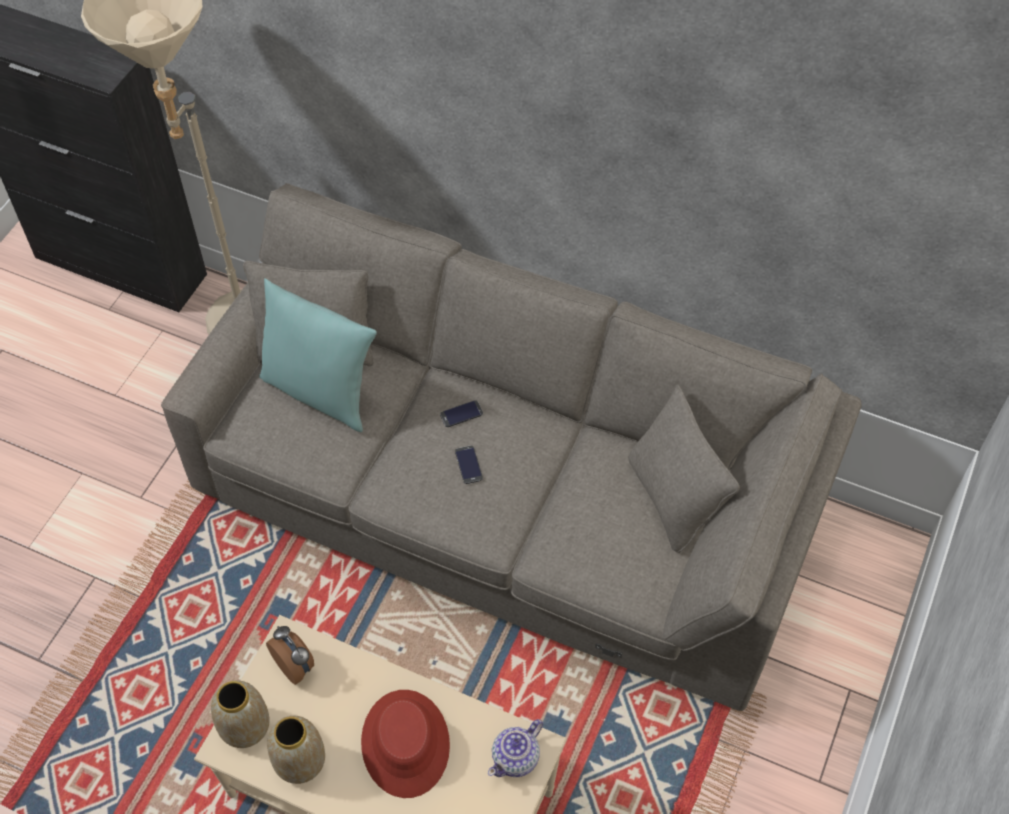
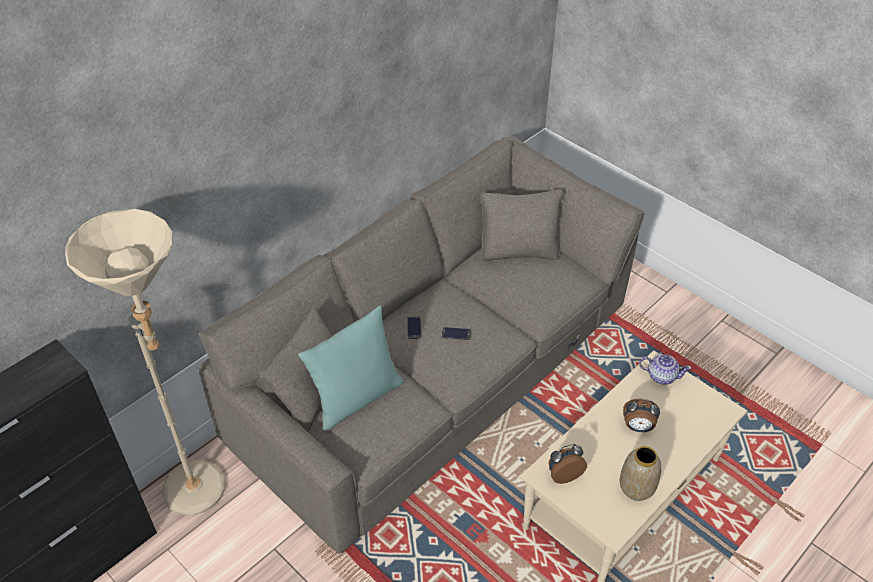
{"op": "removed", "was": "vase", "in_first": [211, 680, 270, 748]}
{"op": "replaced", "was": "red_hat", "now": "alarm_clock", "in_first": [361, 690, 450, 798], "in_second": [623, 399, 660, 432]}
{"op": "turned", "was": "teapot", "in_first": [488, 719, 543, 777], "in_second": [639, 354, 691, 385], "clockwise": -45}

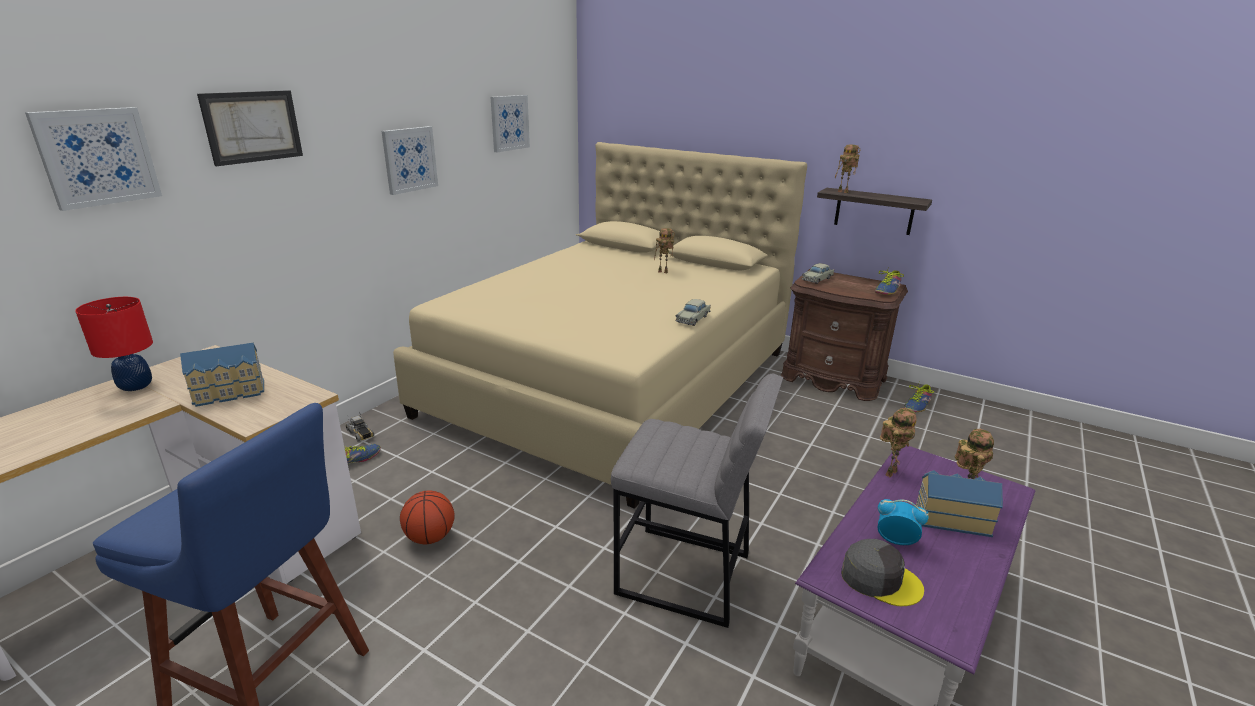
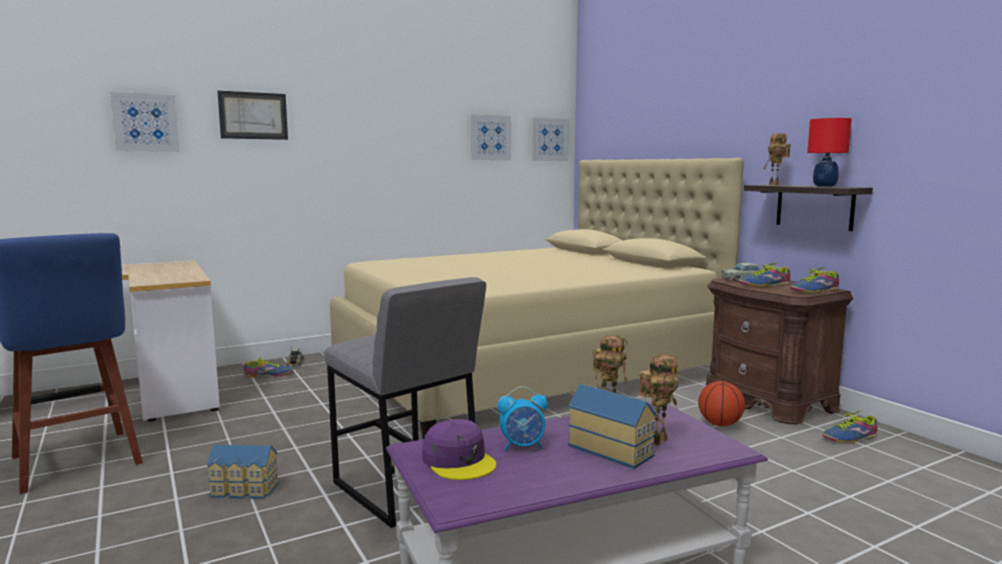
{"op": "removed", "was": "toy_robot", "in_first": [654, 228, 675, 273]}
{"op": "removed", "was": "beige_toy_car", "in_first": [676, 299, 711, 326]}
{"op": "added", "now": "shoe", "in_second": [738, 263, 790, 287]}
{"op": "moved", "was": "red_table_lamp", "in_first": [75, 297, 153, 391], "in_second": [807, 118, 852, 187]}
{"op": "moved", "was": "toy_house", "in_first": [180, 343, 264, 407], "in_second": [207, 445, 279, 499]}
{"op": "moved", "was": "picture", "in_first": [381, 126, 438, 195], "in_second": [532, 118, 569, 161]}
{"op": "moved", "was": "basketball", "in_first": [400, 490, 455, 544], "in_second": [698, 381, 745, 426]}
{"op": "recoloured", "was": "grey_cap", "now": "purple_cap", "in_first": [841, 539, 924, 606], "in_second": [422, 419, 496, 480]}
{"op": "turned", "was": "alarm_clock", "in_first": [878, 499, 928, 545], "in_second": [497, 386, 548, 451], "clockwise": 120}

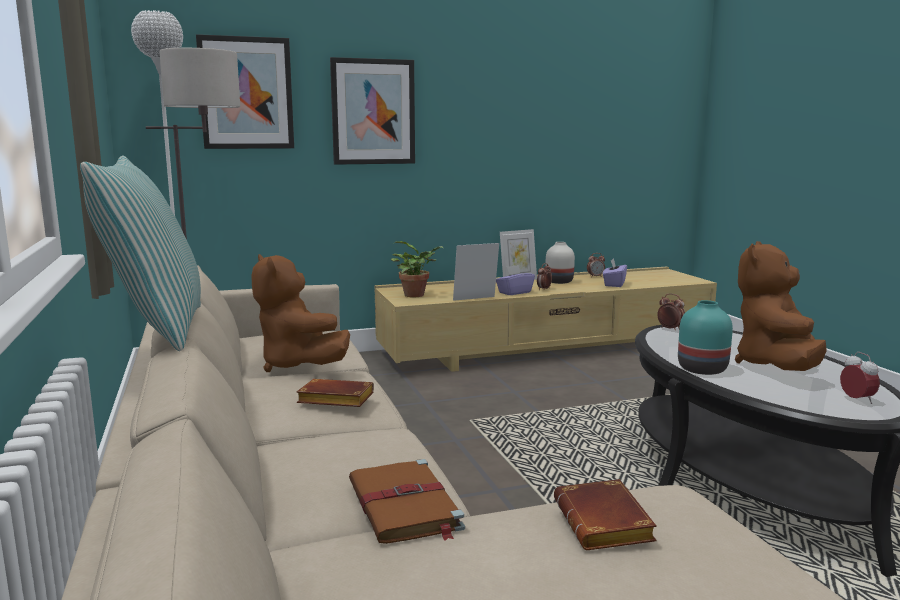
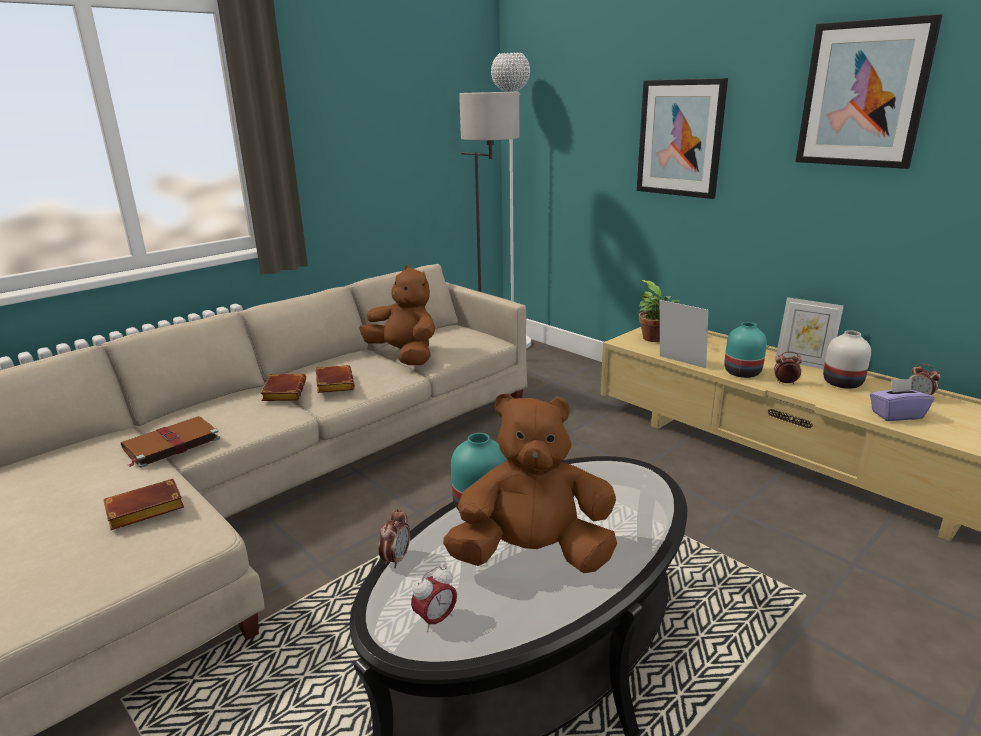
{"op": "removed", "was": "pillow", "in_first": [80, 155, 201, 351]}
{"op": "added", "now": "brown_book", "in_second": [261, 374, 306, 401]}
{"op": "moved", "was": "picture", "in_first": [196, 34, 294, 149], "in_second": [796, 14, 943, 169]}
{"op": "moved", "was": "alarm_clock", "in_first": [657, 294, 685, 331], "in_second": [378, 509, 410, 568]}
{"op": "replaced", "was": "purple_tissue_box", "now": "turquoise_vase", "in_first": [496, 265, 535, 295], "in_second": [724, 322, 767, 378]}
{"op": "turned", "was": "brown_plush_toy", "in_first": [251, 254, 350, 372], "in_second": [359, 265, 435, 365], "clockwise": 105}

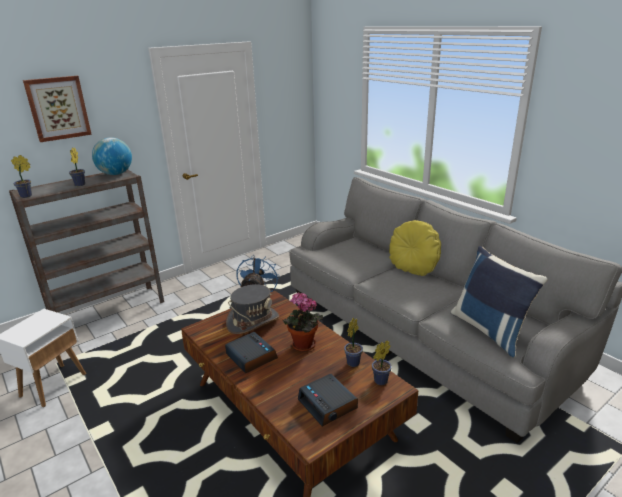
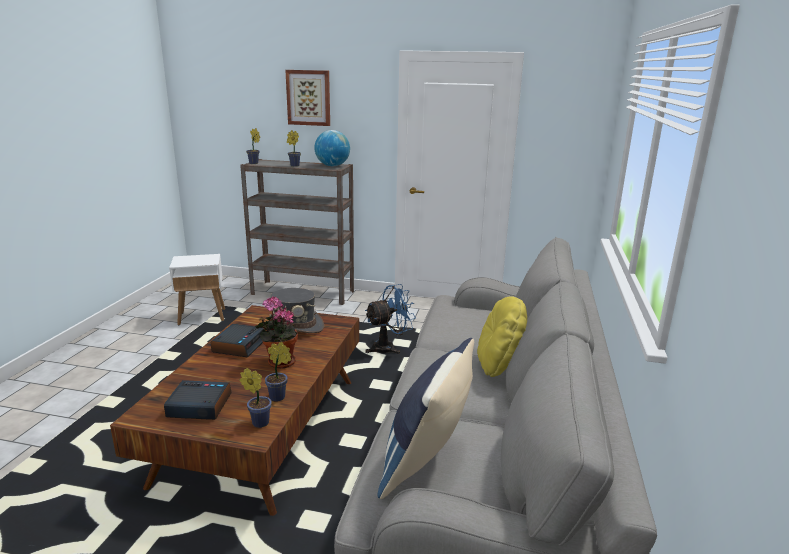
{"op": "turned", "was": "alarm_clock", "in_first": [298, 374, 358, 427], "in_second": [164, 380, 232, 420], "clockwise": 75}

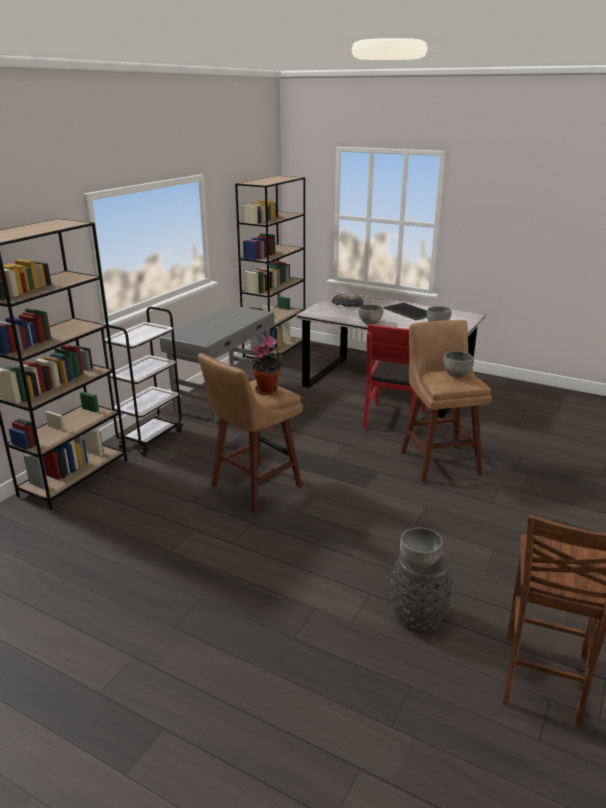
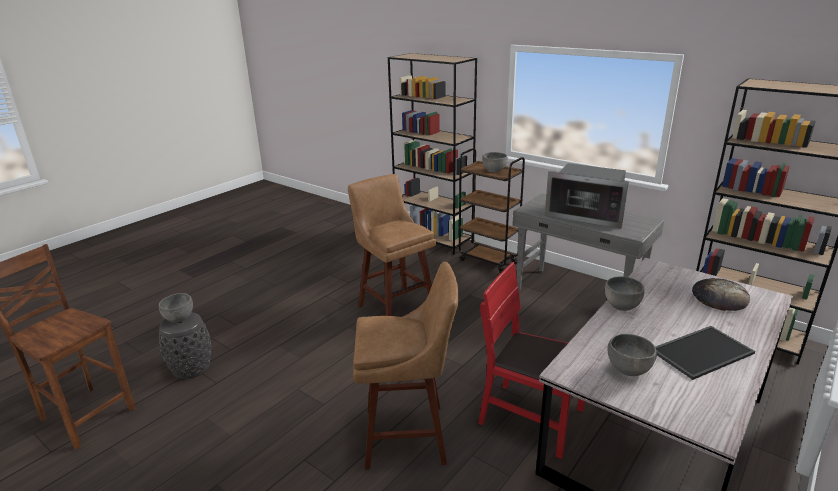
{"op": "removed", "was": "potted_plant", "in_first": [252, 336, 284, 395]}
{"op": "added", "now": "microwave", "in_second": [545, 163, 629, 229]}
{"op": "moved", "was": "grey_bowl", "in_first": [443, 351, 474, 378], "in_second": [482, 152, 508, 173]}
{"op": "recoloured", "was": "white_cart", "now": "brown_cart", "in_first": [101, 307, 184, 456], "in_second": [459, 148, 525, 274]}

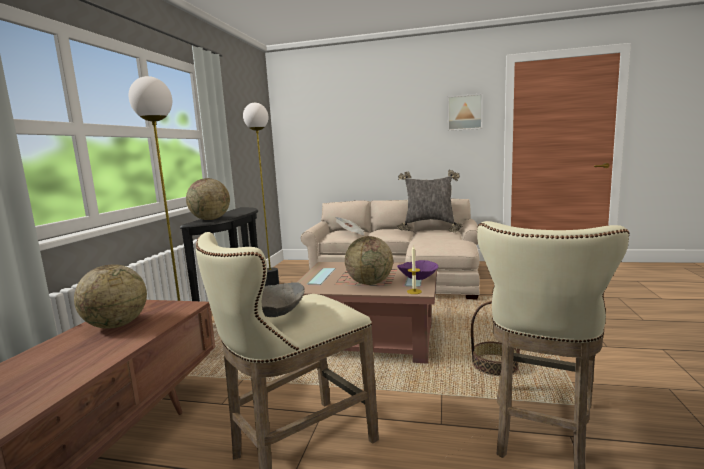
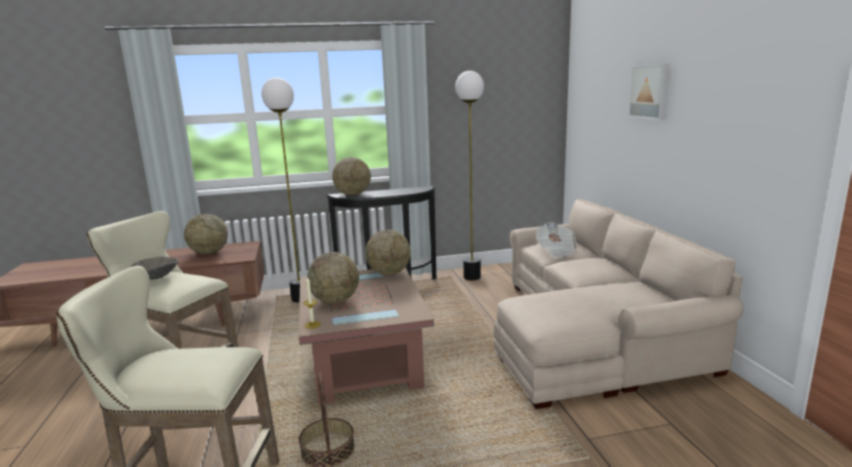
{"op": "removed", "was": "pillow", "in_first": [397, 169, 462, 232]}
{"op": "removed", "was": "purple_bowl", "in_first": [397, 260, 438, 280]}
{"op": "added", "now": "globe", "in_second": [365, 230, 411, 275]}
{"op": "moved", "was": "picture", "in_first": [447, 93, 483, 131], "in_second": [628, 64, 670, 120]}

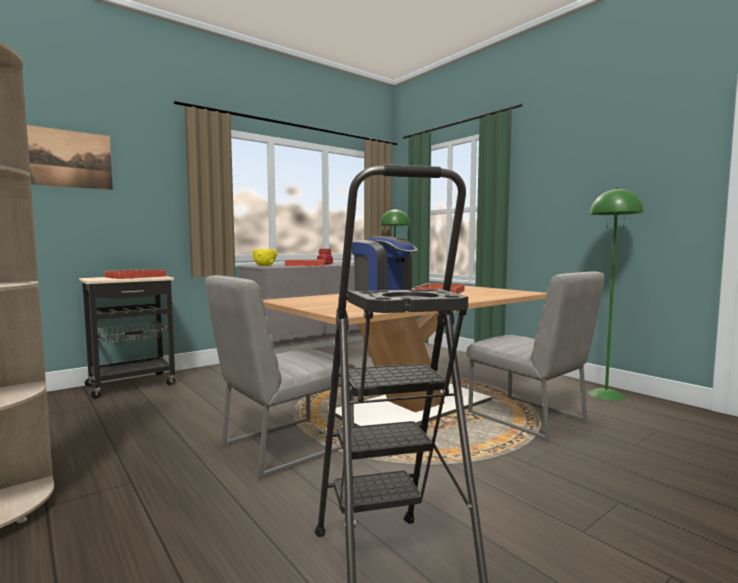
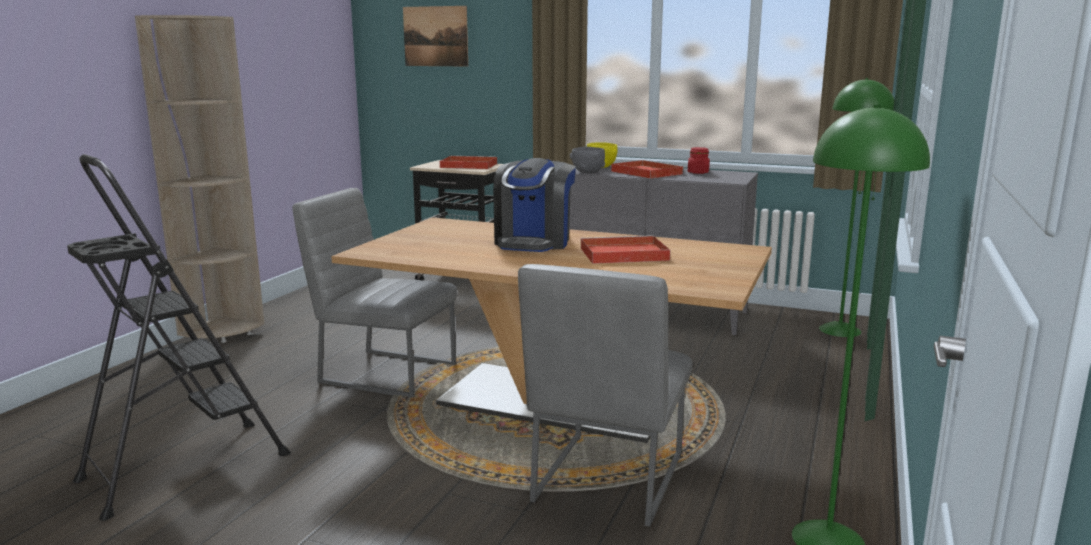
{"op": "added", "now": "grey_bowl", "in_second": [570, 147, 605, 173]}

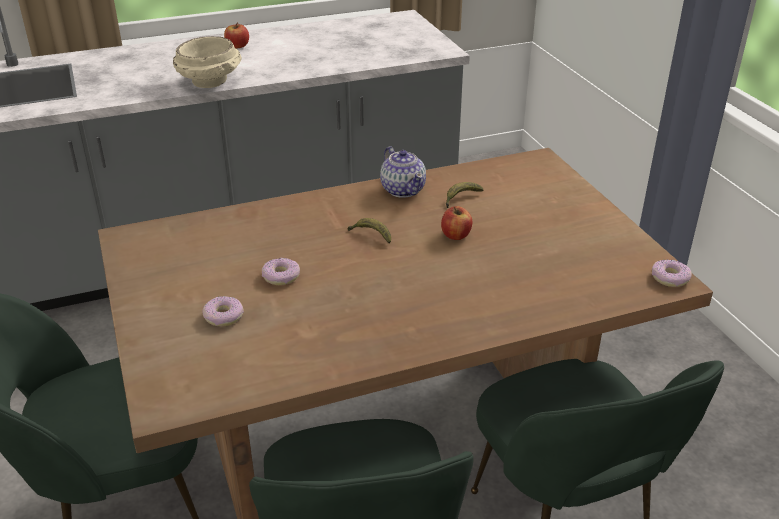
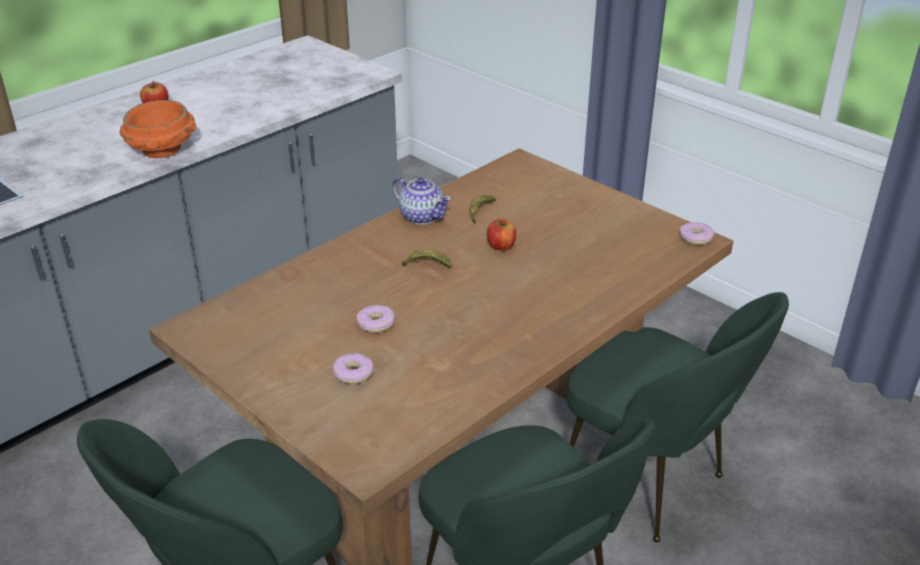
{"op": "recoloured", "was": "beige_bowl", "now": "orange_bowl", "in_first": [173, 36, 242, 88], "in_second": [119, 100, 196, 158]}

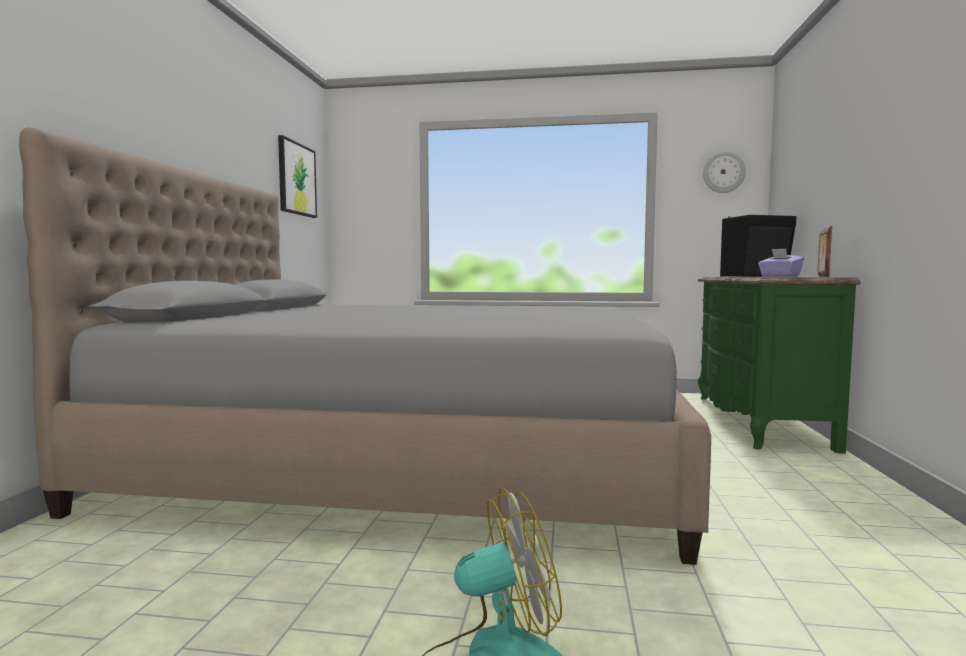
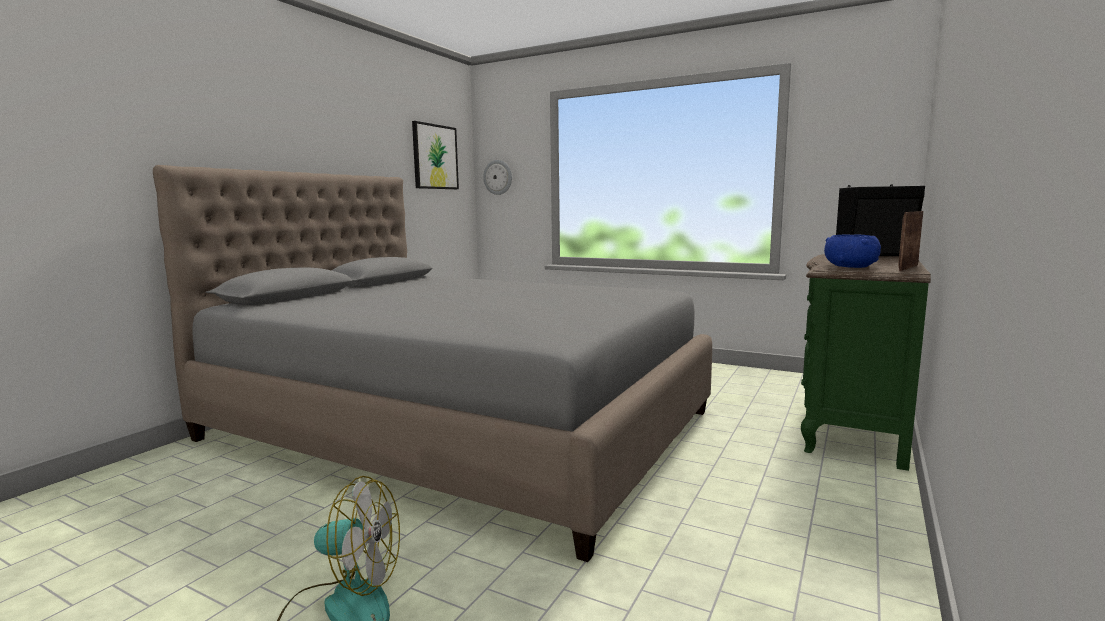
{"op": "moved", "was": "wall_clock", "in_first": [703, 152, 746, 193], "in_second": [483, 160, 512, 195]}
{"op": "replaced", "was": "purple_tissue_box", "now": "blue_bowl", "in_first": [758, 248, 804, 277], "in_second": [824, 235, 881, 268]}

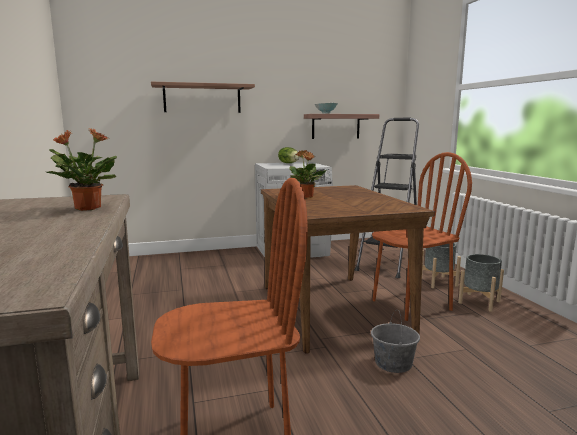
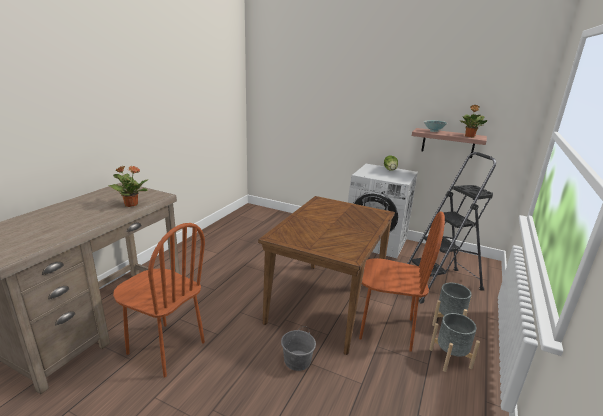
{"op": "removed", "was": "shelf", "in_first": [151, 82, 255, 113]}
{"op": "moved", "was": "potted_plant", "in_first": [290, 150, 327, 198], "in_second": [460, 105, 488, 137]}

